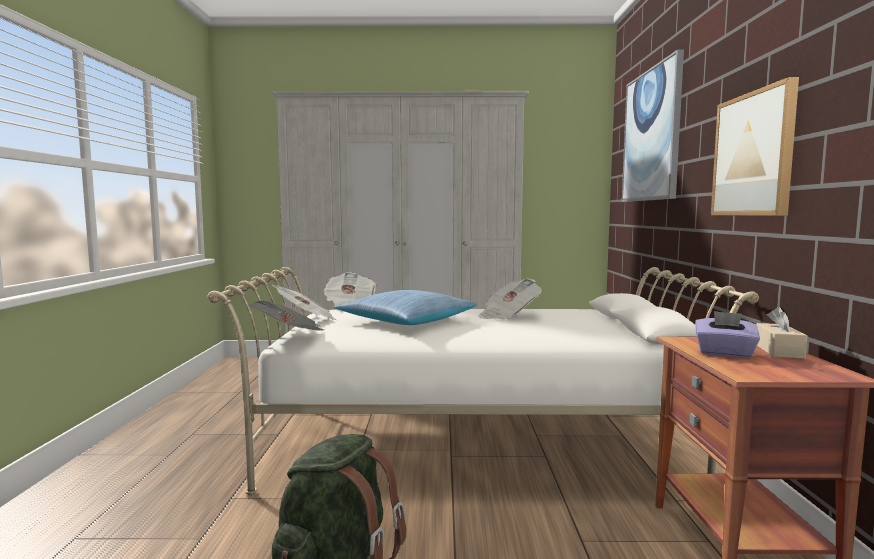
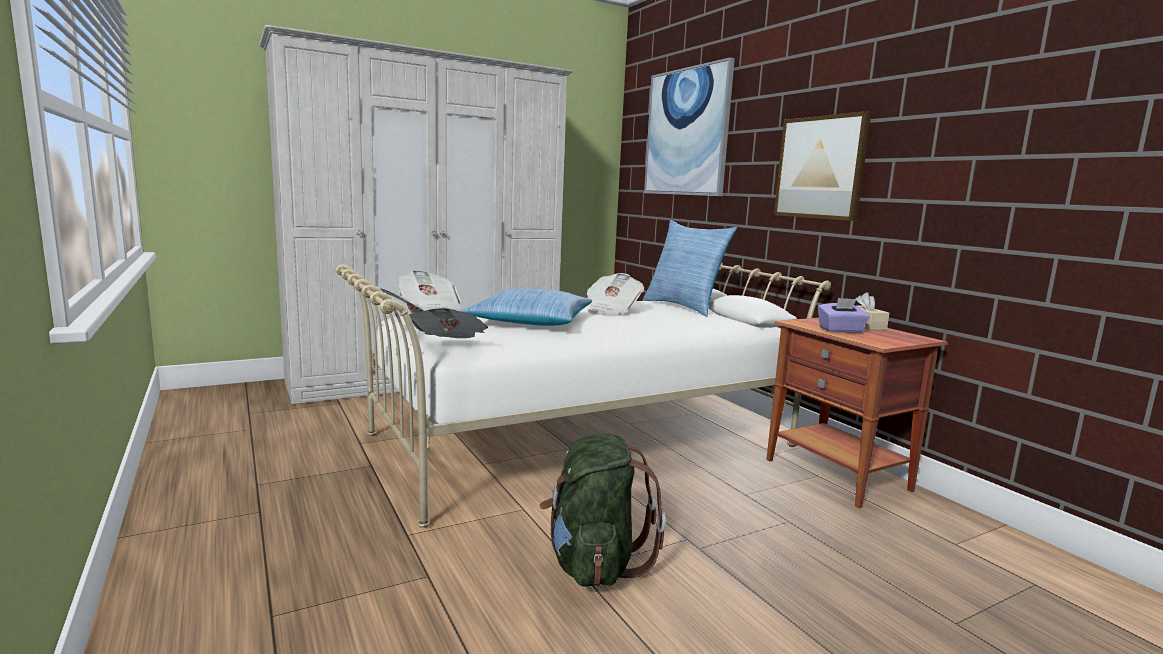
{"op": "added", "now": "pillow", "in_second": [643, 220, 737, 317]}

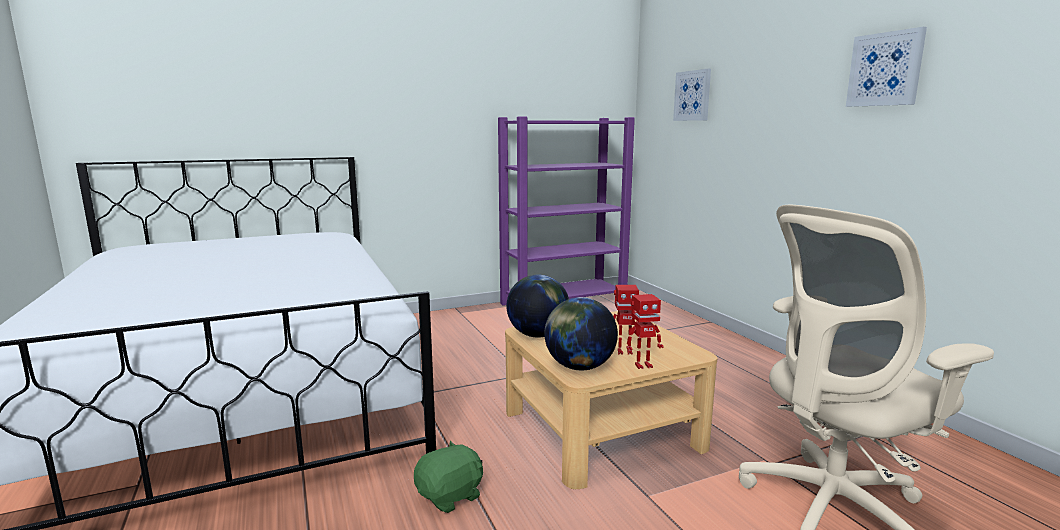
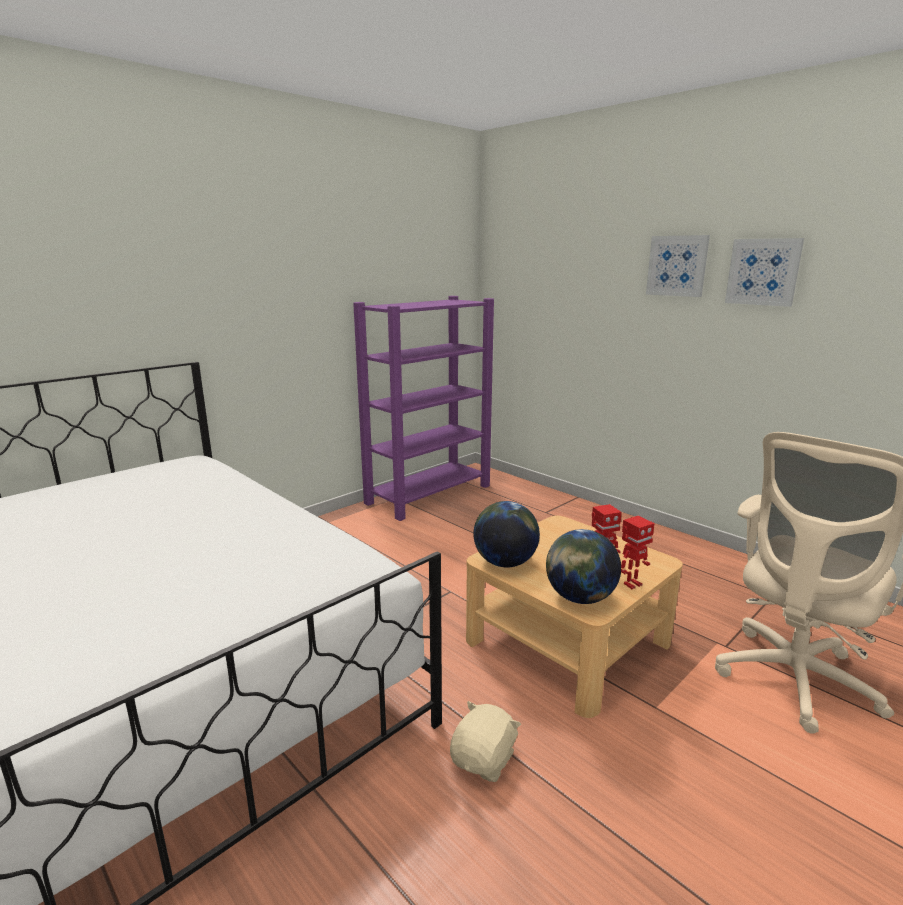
{"op": "moved", "was": "picture", "in_first": [673, 69, 711, 121], "in_second": [646, 235, 710, 297]}
{"op": "recoloured", "was": "green_plush_toy", "now": "beige_plush_toy", "in_first": [414, 441, 483, 513], "in_second": [450, 701, 521, 782]}

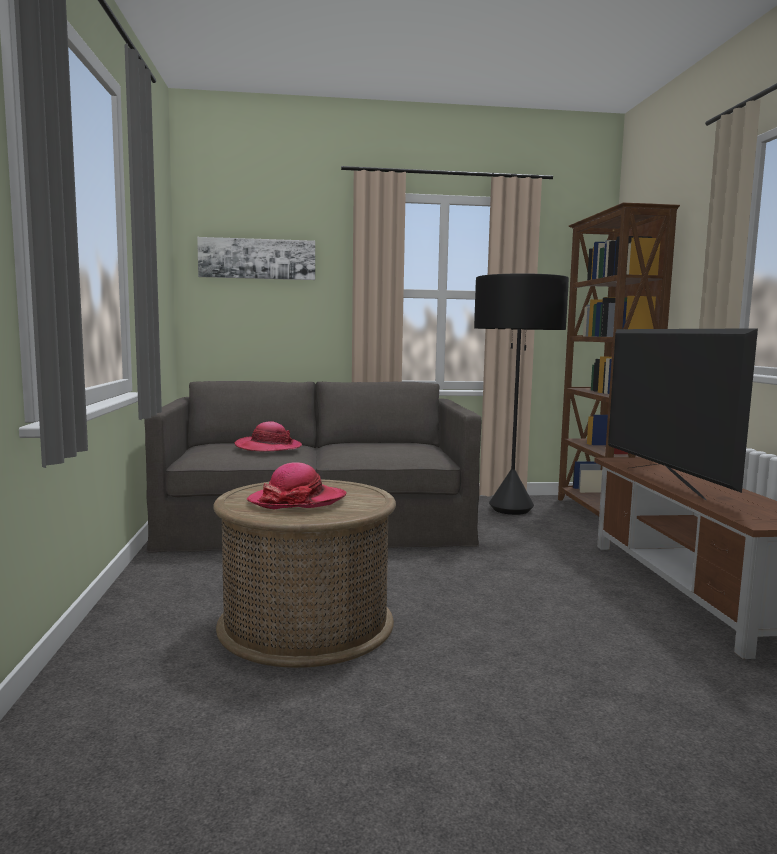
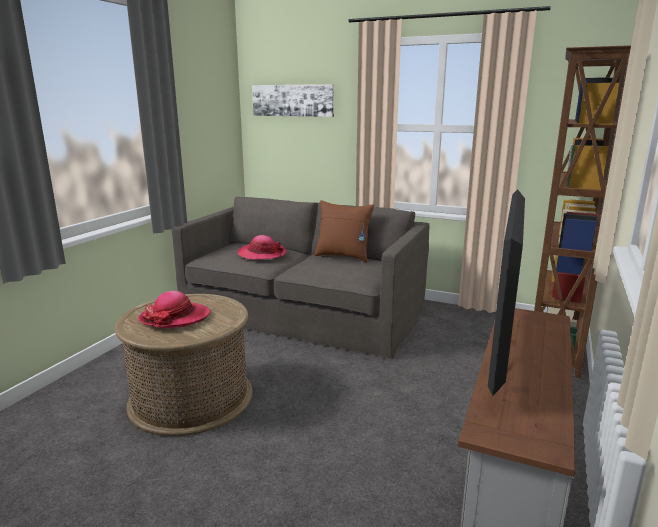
{"op": "removed", "was": "black_floor_lamp", "in_first": [474, 273, 569, 515]}
{"op": "added", "now": "brown_pillow", "in_second": [314, 200, 374, 263]}

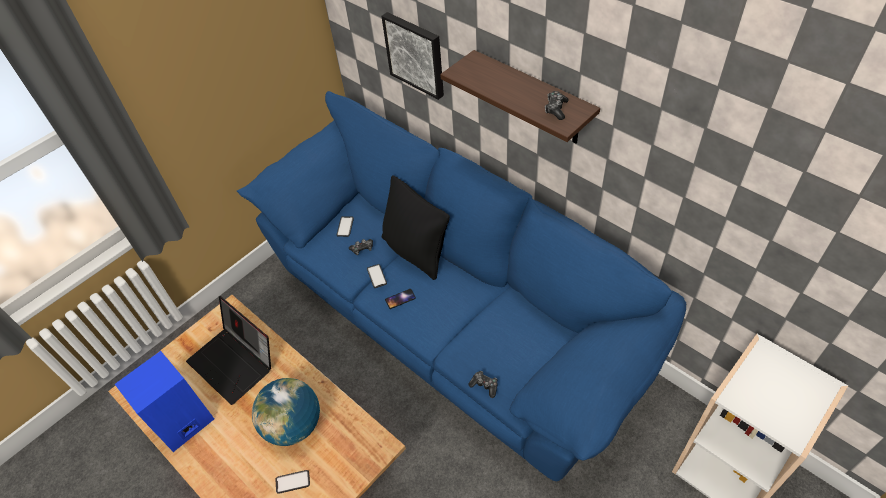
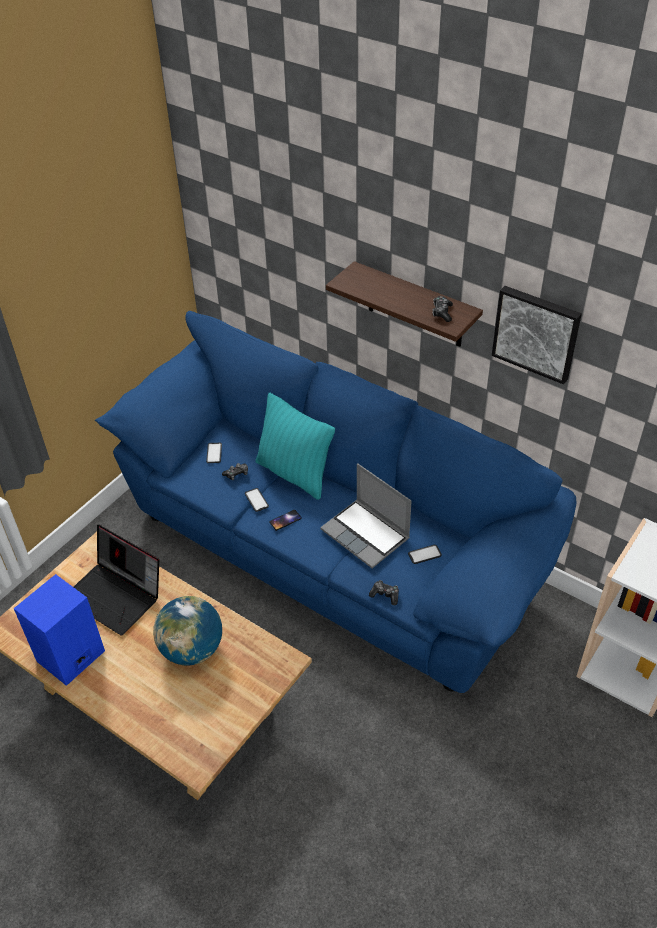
{"op": "added", "now": "laptop", "in_second": [320, 463, 412, 568]}
{"op": "moved", "was": "phone", "in_first": [275, 470, 310, 494], "in_second": [408, 545, 442, 564]}
{"op": "moved", "was": "picture", "in_first": [381, 12, 444, 100], "in_second": [492, 286, 582, 384]}
{"op": "recoloured", "was": "black_pillow", "now": "turquoise_pillow", "in_first": [382, 175, 450, 280], "in_second": [255, 393, 335, 500]}

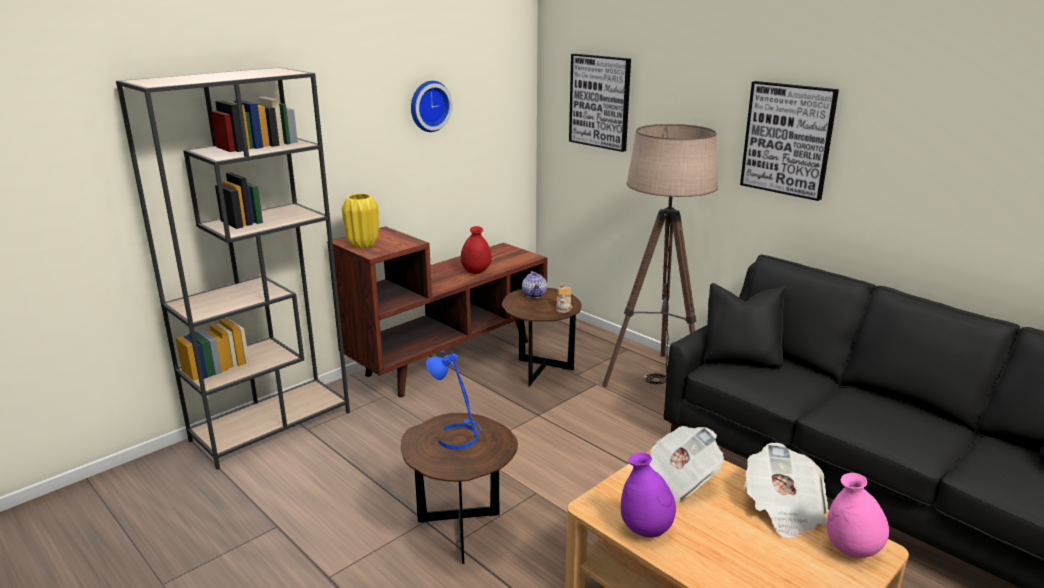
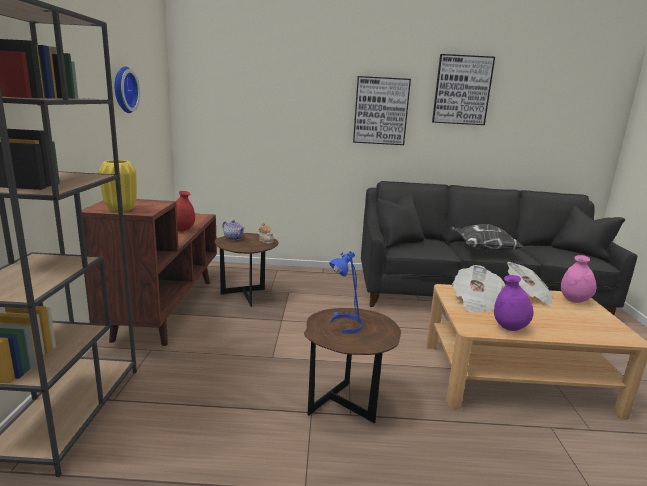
{"op": "removed", "was": "floor_lamp", "in_first": [602, 124, 718, 387]}
{"op": "added", "now": "pillow", "in_second": [450, 224, 523, 251]}
{"op": "moved", "was": "picture", "in_first": [569, 54, 631, 152], "in_second": [432, 54, 495, 125]}

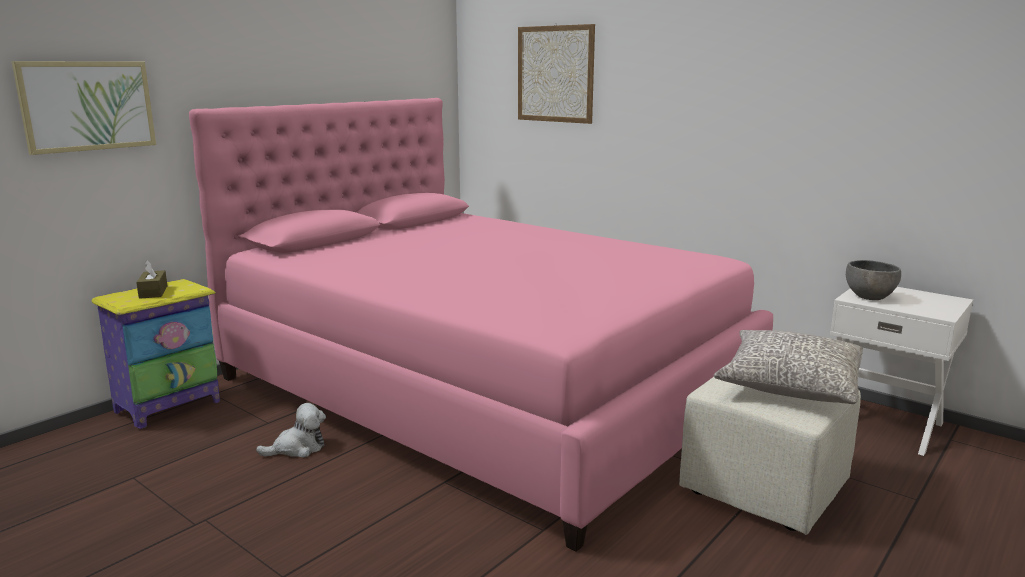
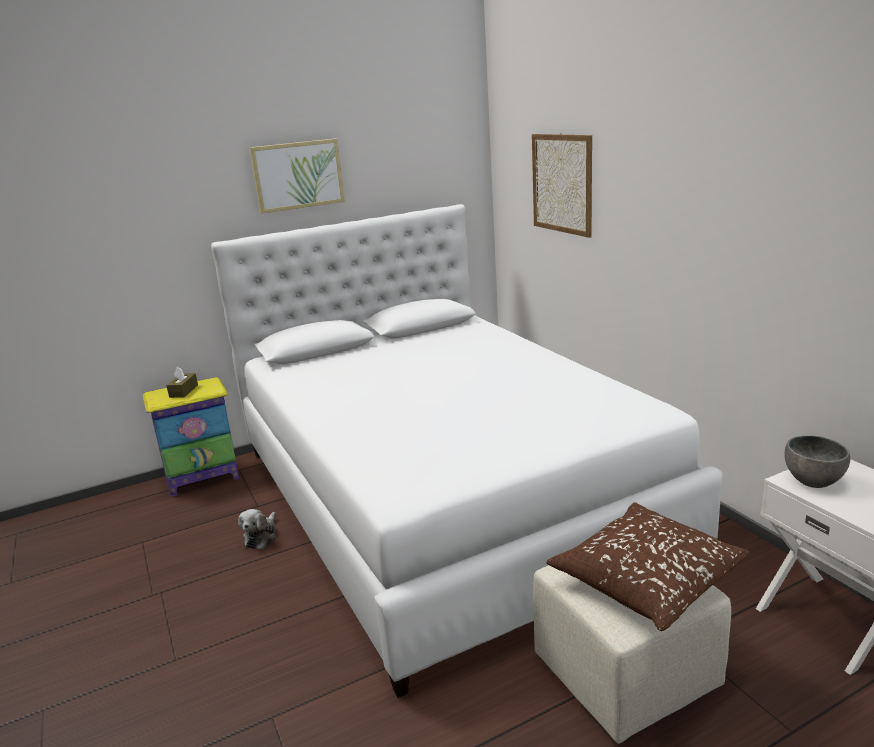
{"op": "moved", "was": "picture", "in_first": [12, 61, 156, 155], "in_second": [249, 138, 345, 214]}
{"op": "recoloured", "was": "pink_bed", "now": "white_bed", "in_first": [189, 98, 773, 552], "in_second": [211, 204, 723, 698]}
{"op": "recoloured", "was": "grey_pillow", "now": "brown_pillow", "in_first": [714, 330, 863, 404], "in_second": [546, 503, 749, 631]}
{"op": "turned", "was": "plush_toy", "in_first": [256, 403, 326, 458], "in_second": [238, 509, 276, 549], "clockwise": 105}

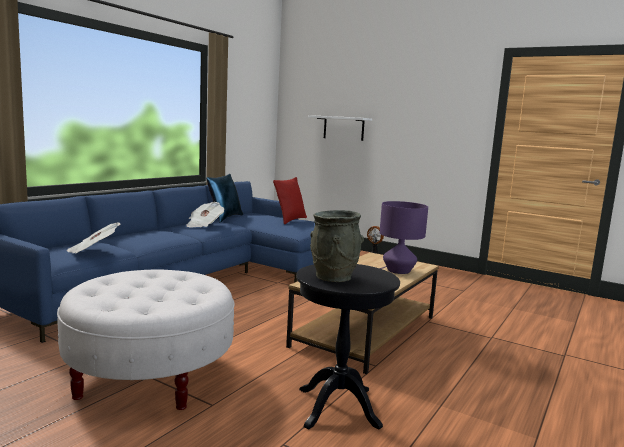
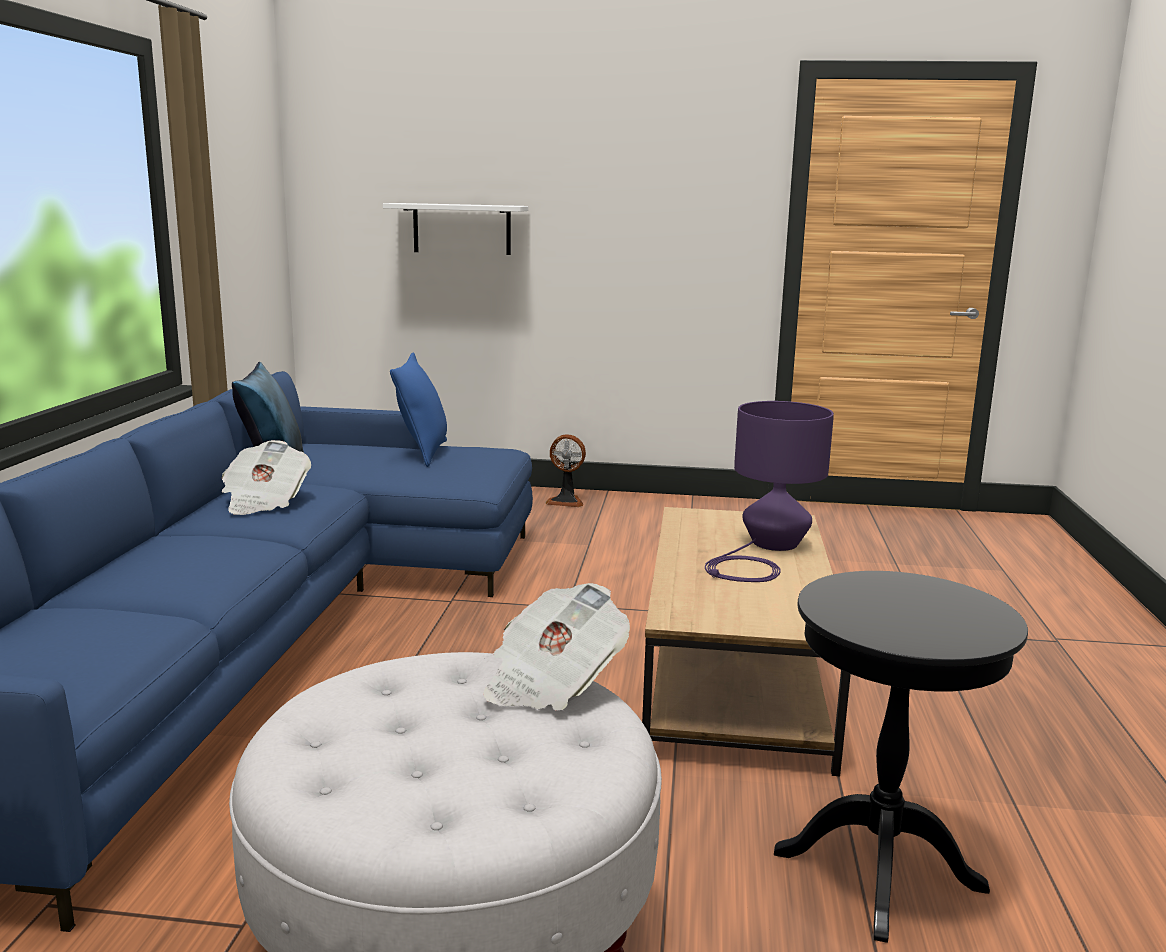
{"op": "removed", "was": "grey_vase", "in_first": [310, 210, 364, 282]}
{"op": "moved", "was": "newspaper", "in_first": [67, 222, 120, 254], "in_second": [483, 583, 630, 710]}
{"op": "recoloured", "was": "red_pillow", "now": "blue_pillow", "in_first": [273, 177, 307, 224], "in_second": [390, 353, 447, 467]}

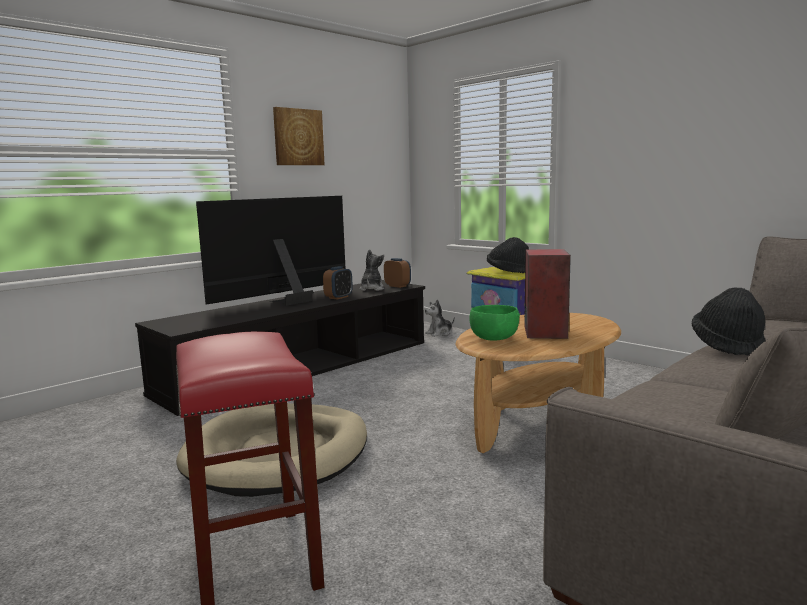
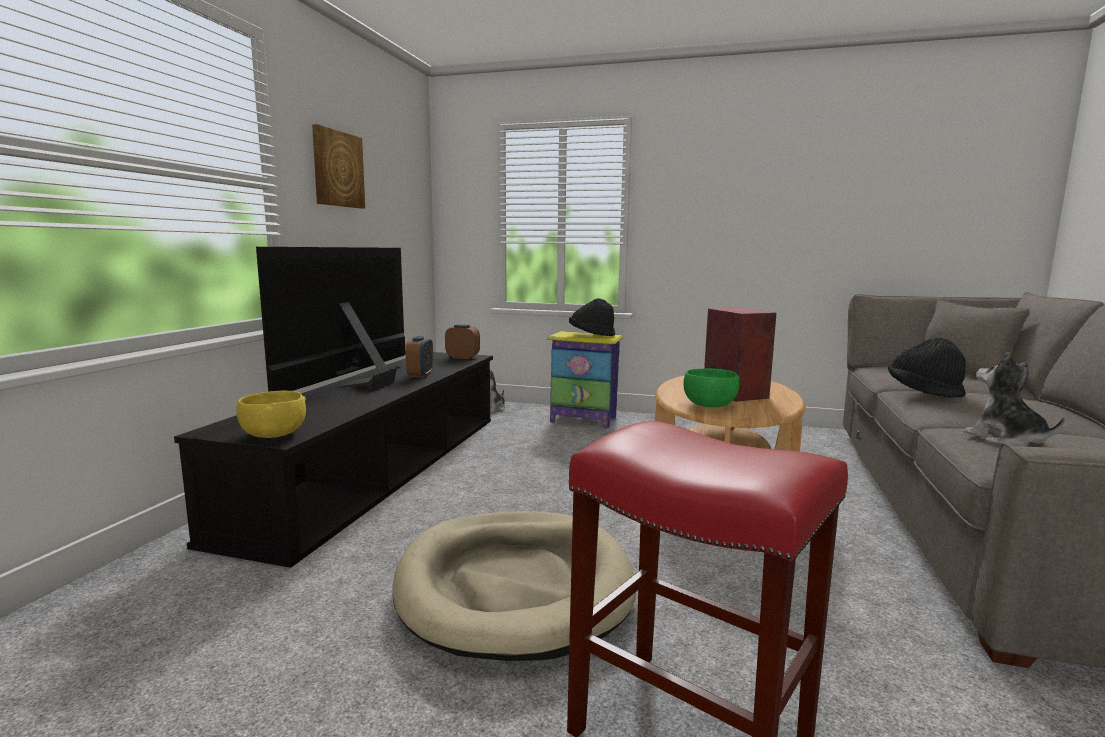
{"op": "added", "now": "yellow_bowl", "in_second": [236, 390, 306, 438]}
{"op": "moved", "was": "plush_toy", "in_first": [360, 249, 384, 291], "in_second": [963, 352, 1065, 446]}

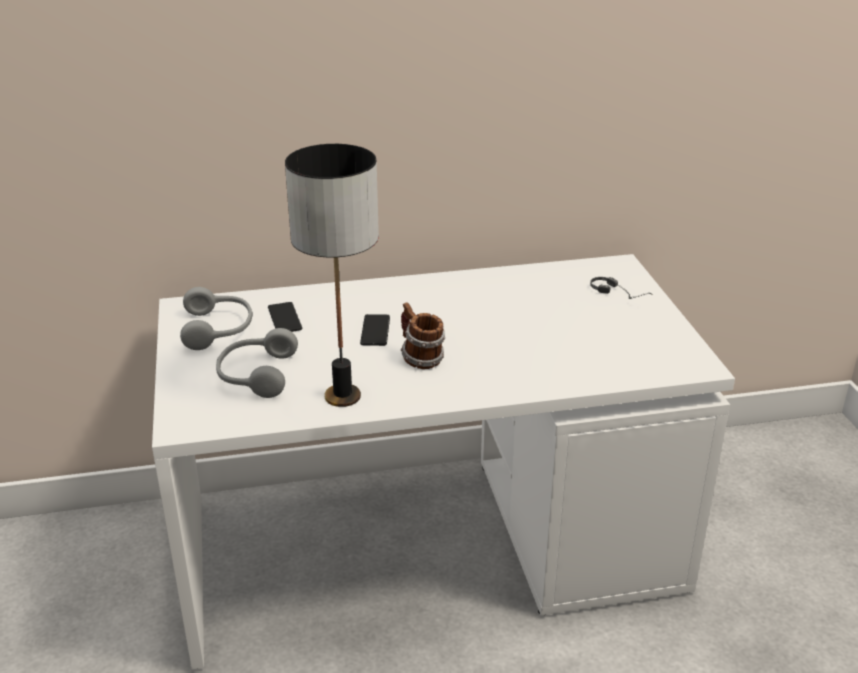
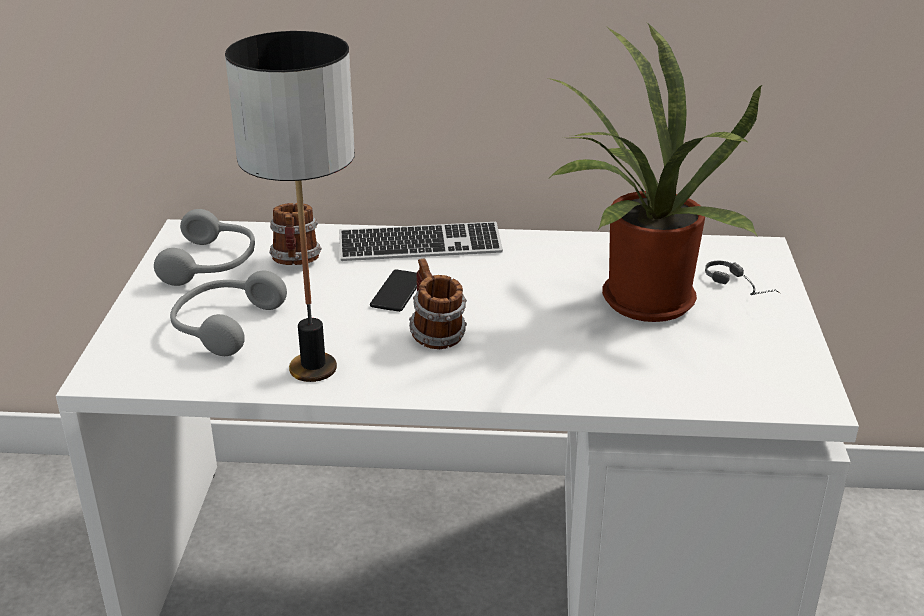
{"op": "added", "now": "keyboard", "in_second": [339, 222, 503, 261]}
{"op": "added", "now": "potted_plant", "in_second": [547, 22, 762, 322]}
{"op": "replaced", "was": "phone", "now": "mug", "in_first": [268, 302, 302, 332], "in_second": [269, 203, 322, 265]}

